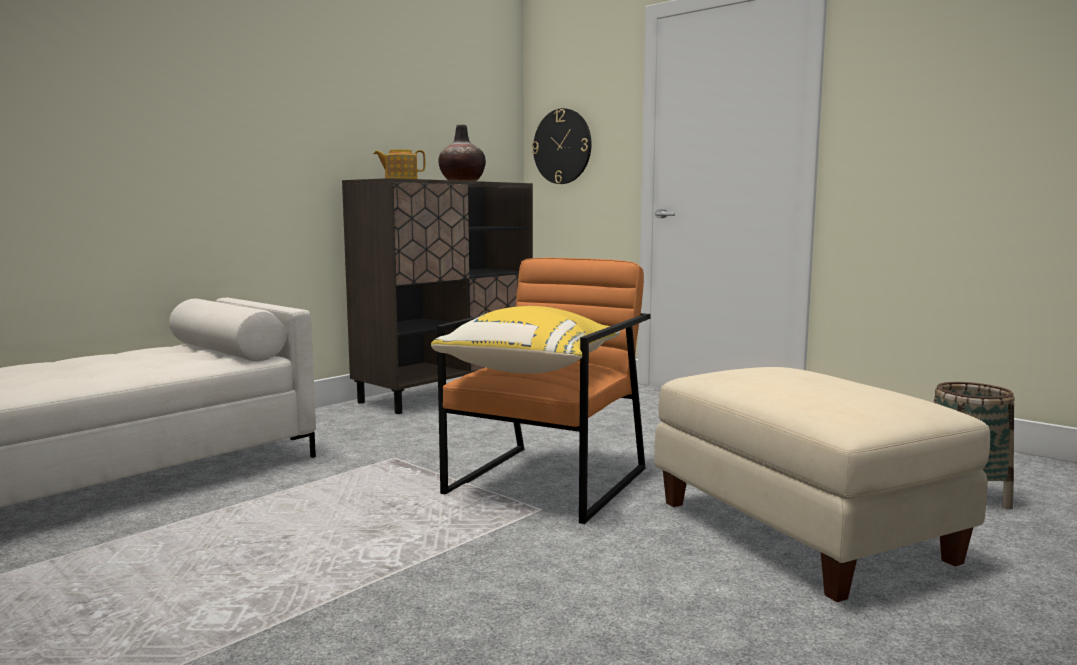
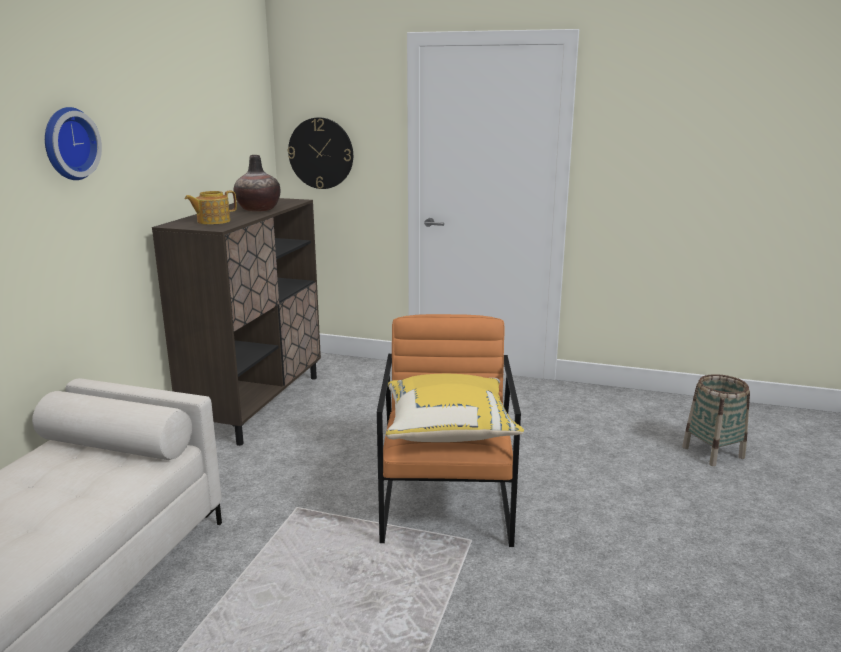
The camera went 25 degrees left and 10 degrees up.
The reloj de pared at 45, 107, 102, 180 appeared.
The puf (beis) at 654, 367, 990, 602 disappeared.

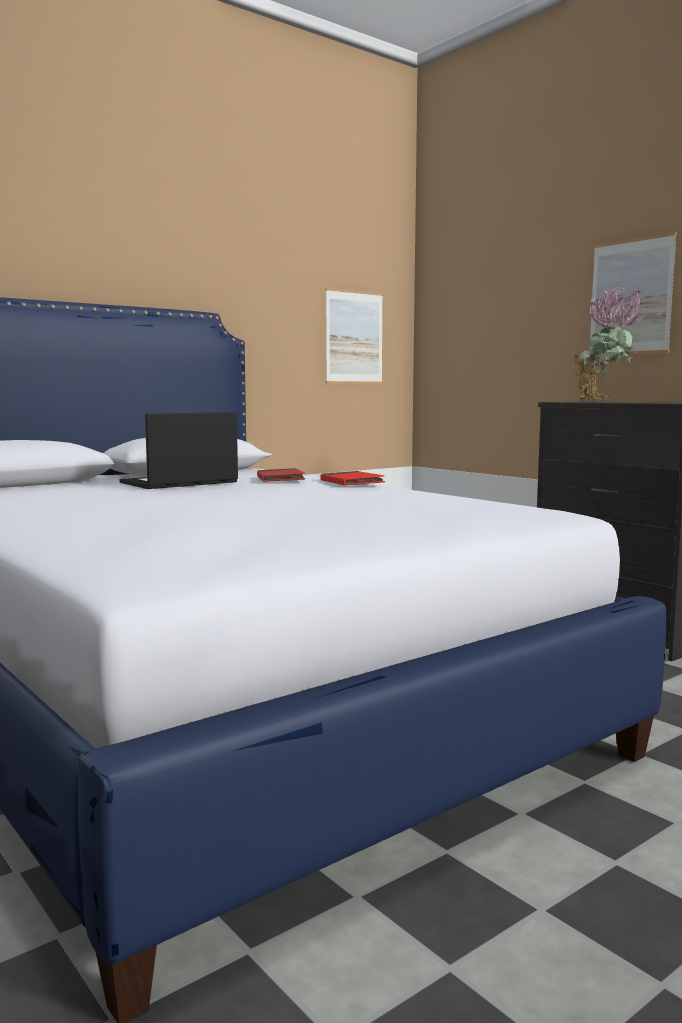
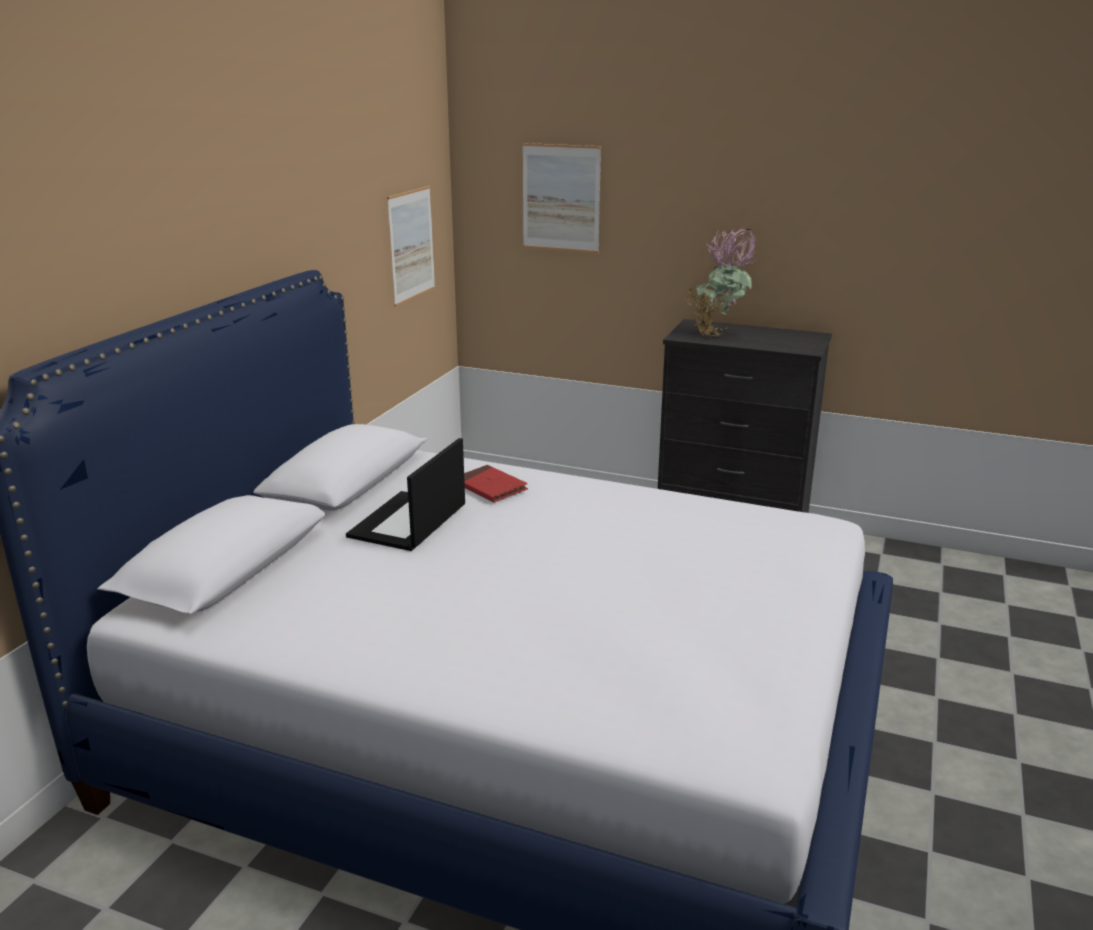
The camera went 30 degrees left and 15 degrees up.
The cuadro moved from 590, 232, 677, 354 to 522, 143, 601, 253.
The libro (rojo) at 321, 471, 385, 486 disappeared.

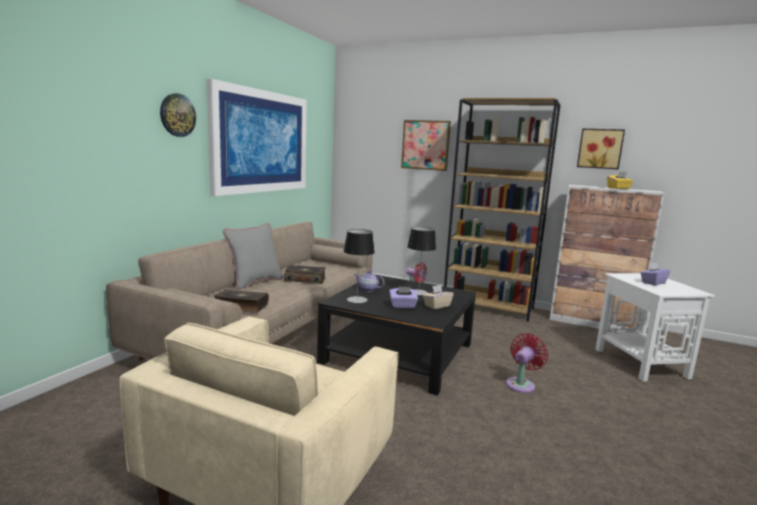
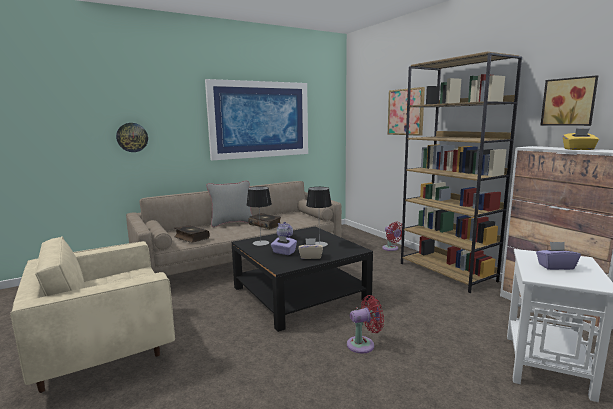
The camera went 35 degrees right and 0 degrees up.
The reloj de pared moved from 160, 93, 196, 137 to 116, 123, 148, 152.

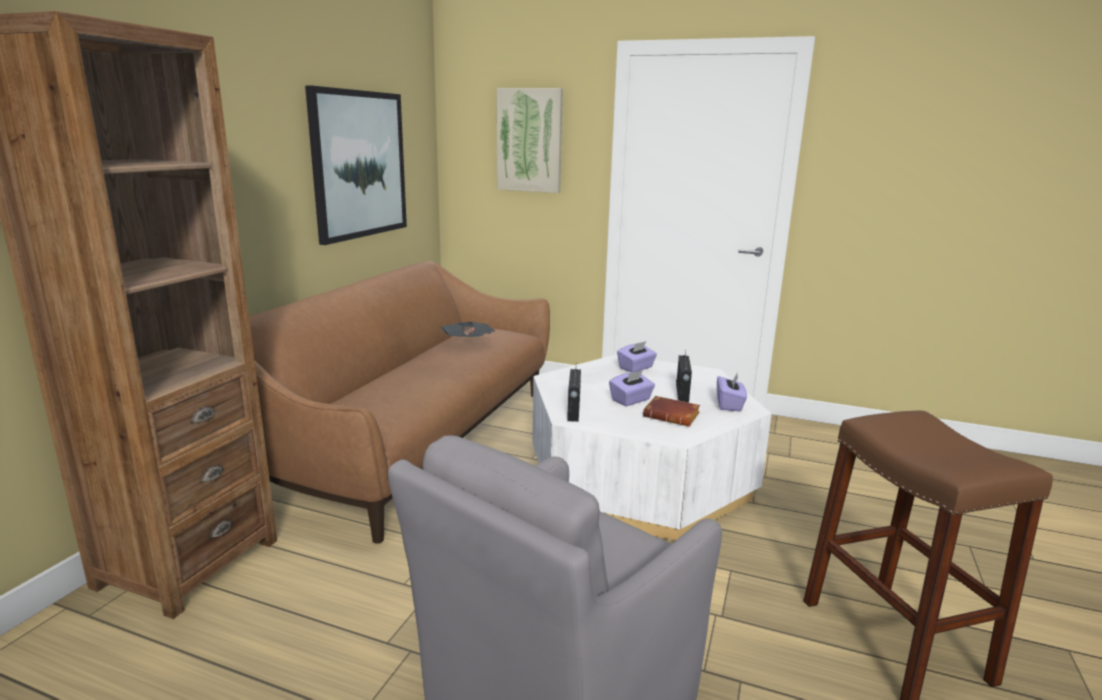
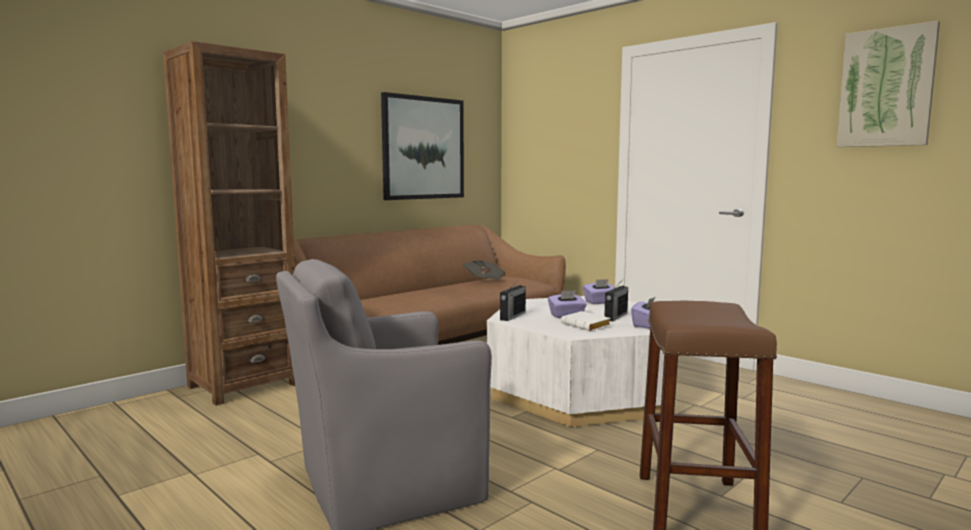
The camera went 25 degrees right and 10 degrees down.
The libro (marrón) at 643, 396, 700, 427 became the libro (blanco) at 561, 311, 611, 331.
The cuadro moved from 497, 88, 563, 193 to 836, 21, 940, 147.

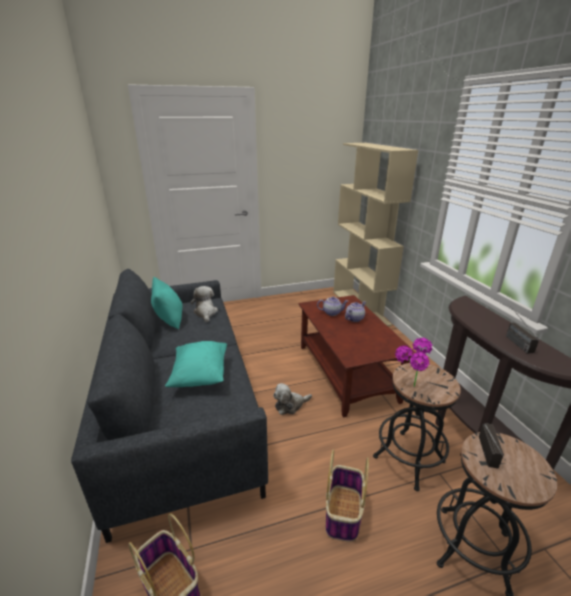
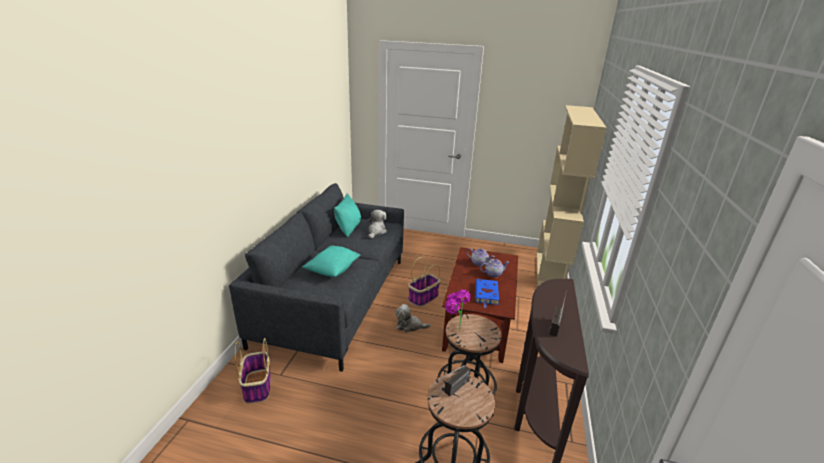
The camera went 30 degrees right and 0 degrees up.
The cesta moved from 326, 449, 369, 541 to 408, 257, 440, 307.
The libro (azul) at 476, 279, 499, 308 appeared.

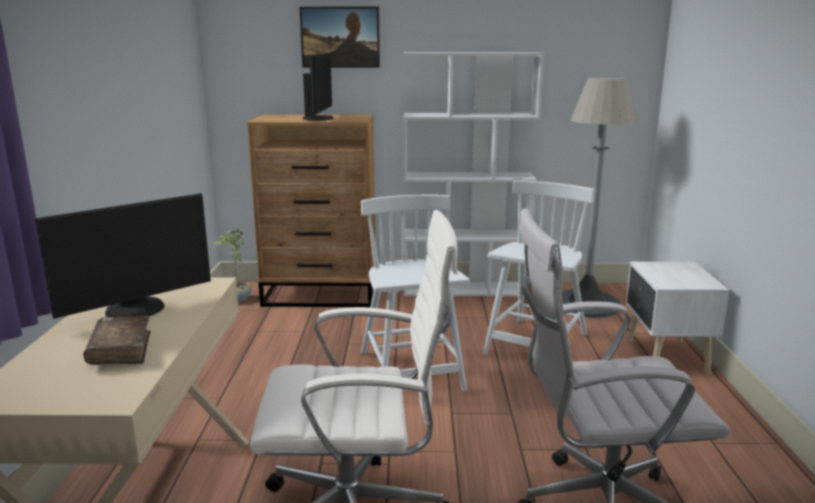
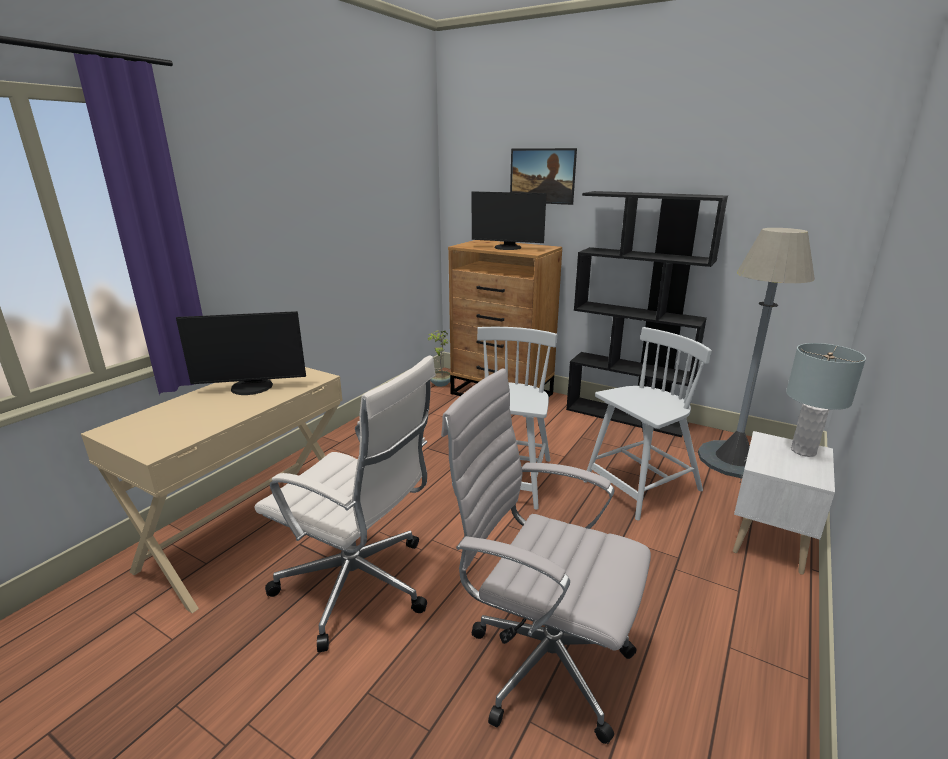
The camera went 30 degrees right and 5 degrees up.
The monitor at 303, 53, 334, 121 turned 75 degrees clockwise.
The estantería (blanco) at 403, 52, 544, 296 became the estantería (negro) at 566, 191, 728, 437.
The lámpara de mesa (gris) at 786, 343, 866, 457 appeared.
The libro (marrón) at 83, 316, 150, 365 disappeared.

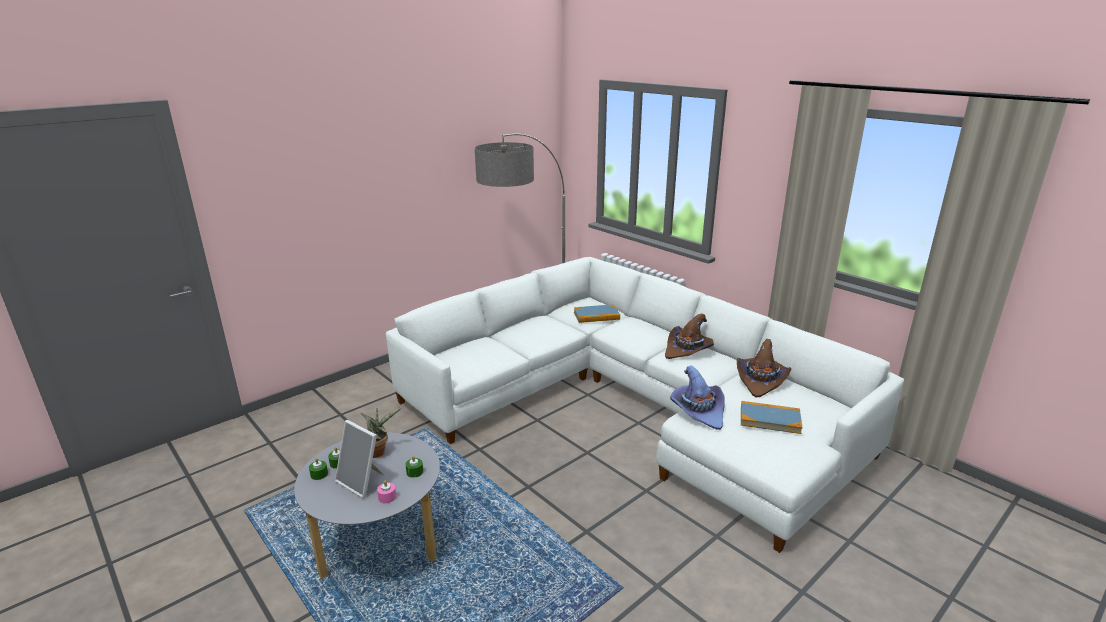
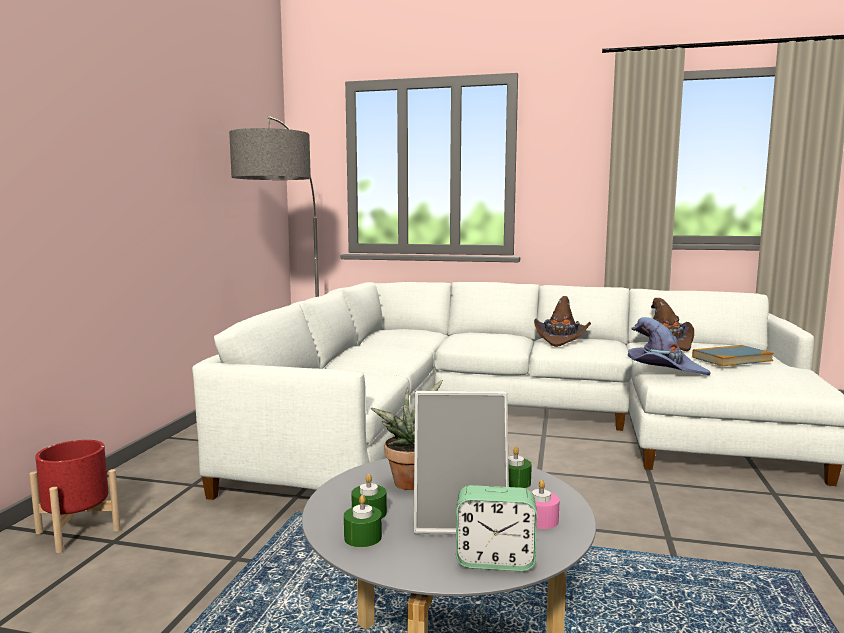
The camera went 35 degrees left and 15 degrees down.
The maceta (rojo) at 29, 440, 121, 553 appeared.
The despertador at 456, 485, 537, 571 appeared.
The libro at 574, 305, 620, 323 disappeared.

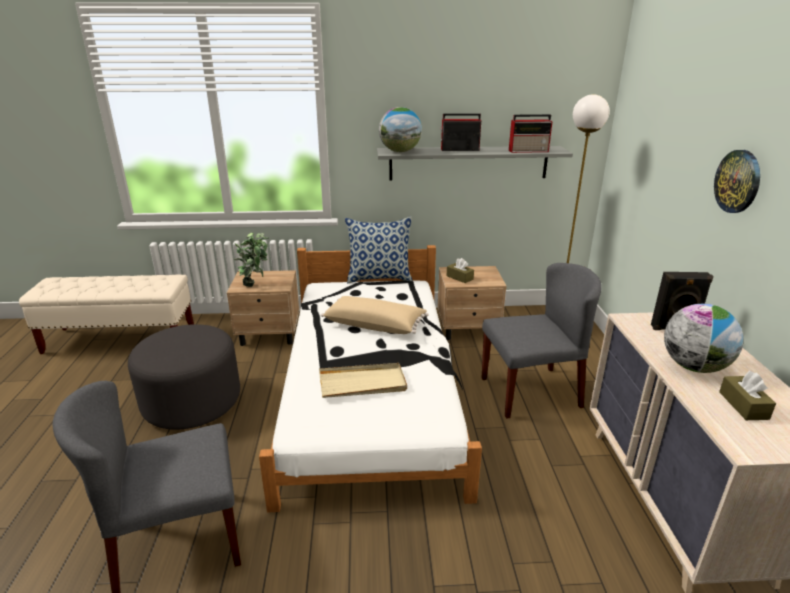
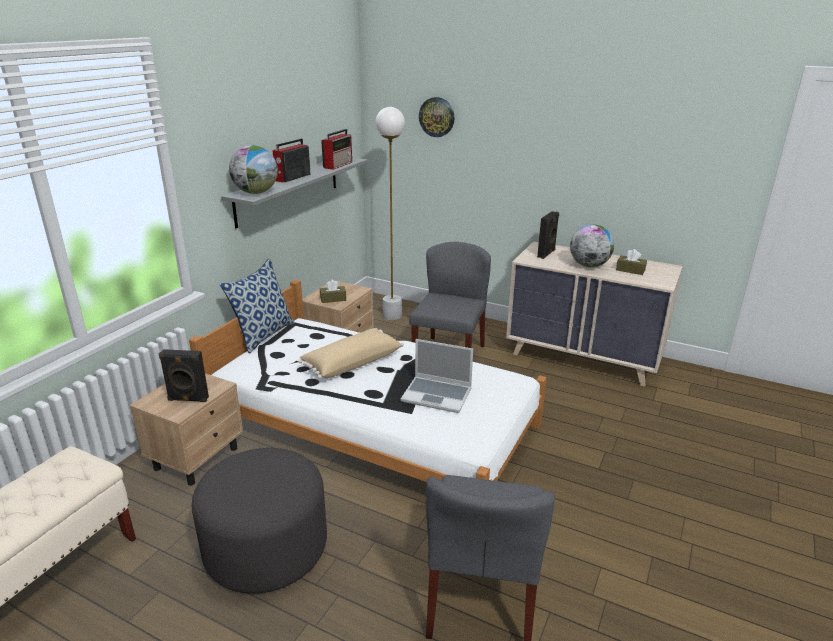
The camera went 60 degrees left and 0 degrees up.
The planta en maceta at 234, 232, 269, 287 was replaced by the altavoz (negro) at 159, 349, 209, 402.
The bandeja (beis) at 319, 363, 407, 398 was replaced by the portátil at 401, 339, 473, 413.
The reloj de pared moved from 714, 150, 760, 213 to 419, 97, 455, 137.

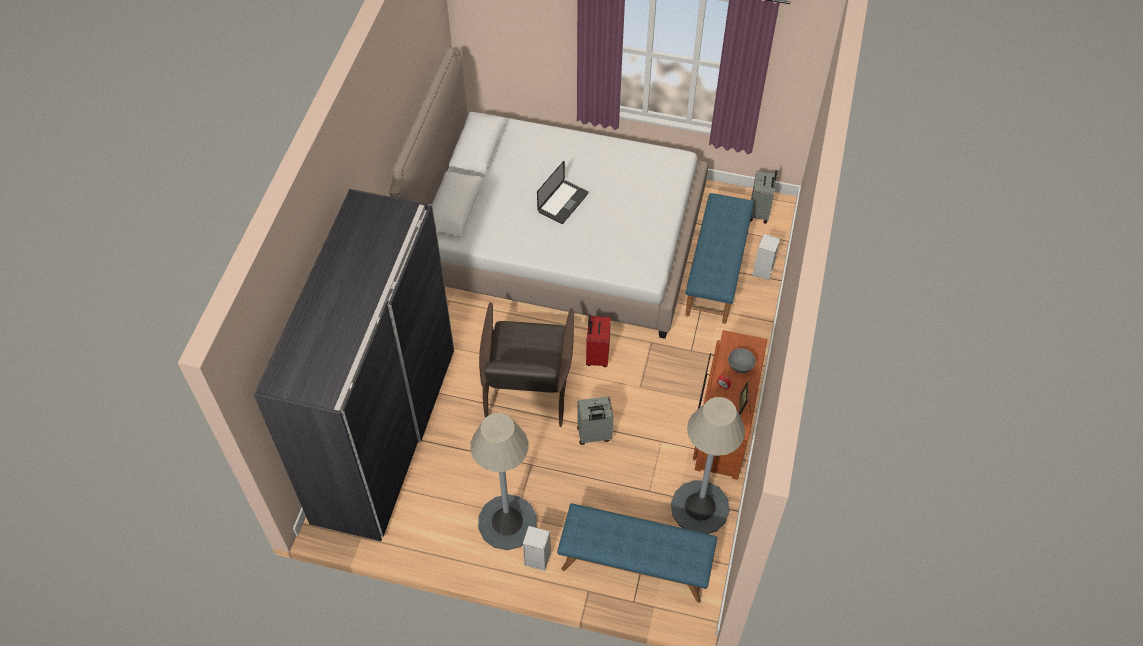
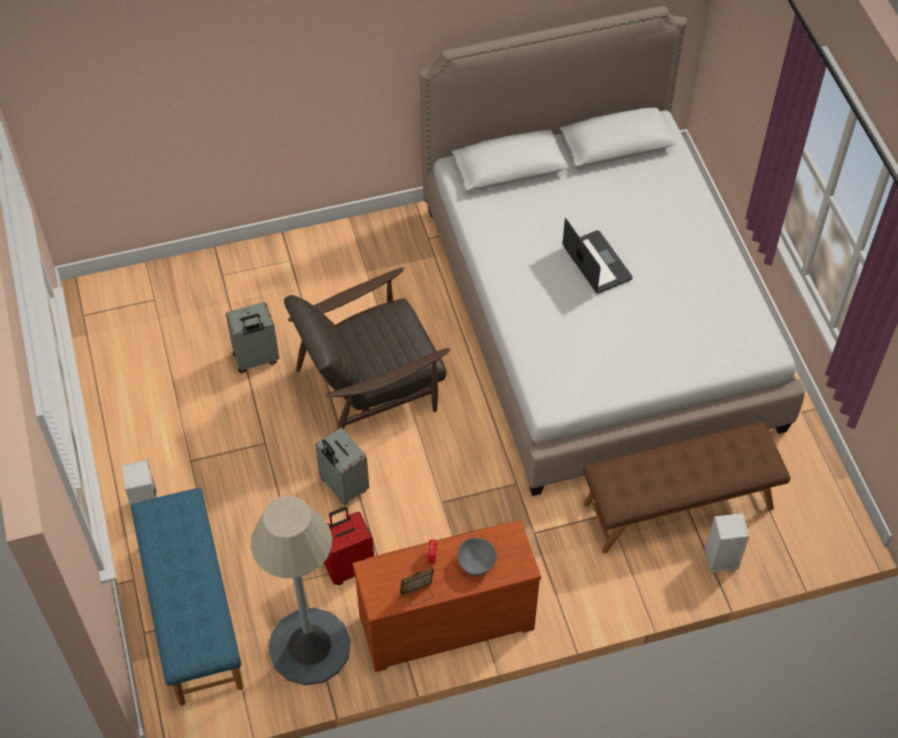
The camera went 60 degrees right and 0 degrees up.
The maleta (gris) moved from 750, 170, 777, 224 to 226, 302, 279, 373.
The maleta (rojo) moved from 586, 315, 611, 367 to 324, 507, 374, 585.
The portátil at 537, 161, 588, 224 turned 120 degrees counterclockwise.
The banco (azul) at 686, 193, 754, 324 became the banco (marrón) at 583, 421, 791, 553.
The armario ropero (gris) at 254, 189, 454, 541 disappeared.
The lámpara de pie (gris) at 470, 413, 536, 550 disappeared.

